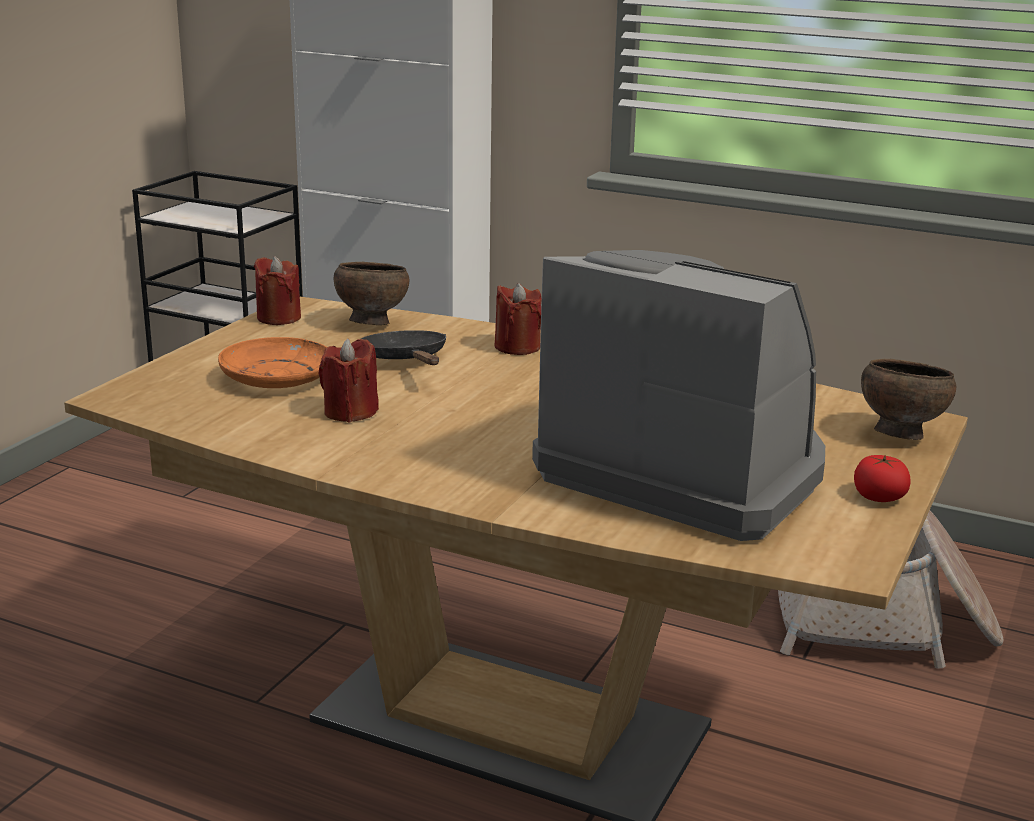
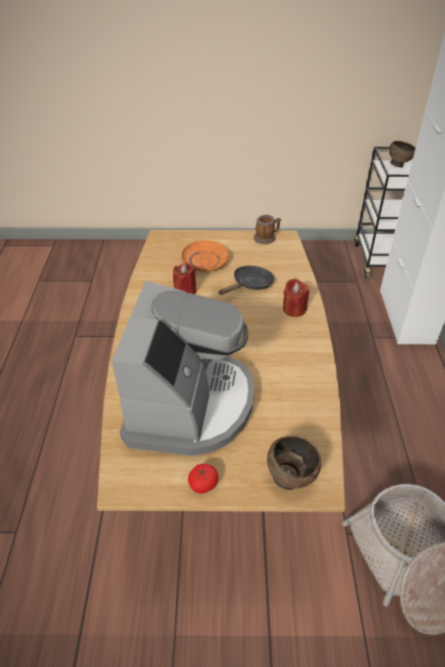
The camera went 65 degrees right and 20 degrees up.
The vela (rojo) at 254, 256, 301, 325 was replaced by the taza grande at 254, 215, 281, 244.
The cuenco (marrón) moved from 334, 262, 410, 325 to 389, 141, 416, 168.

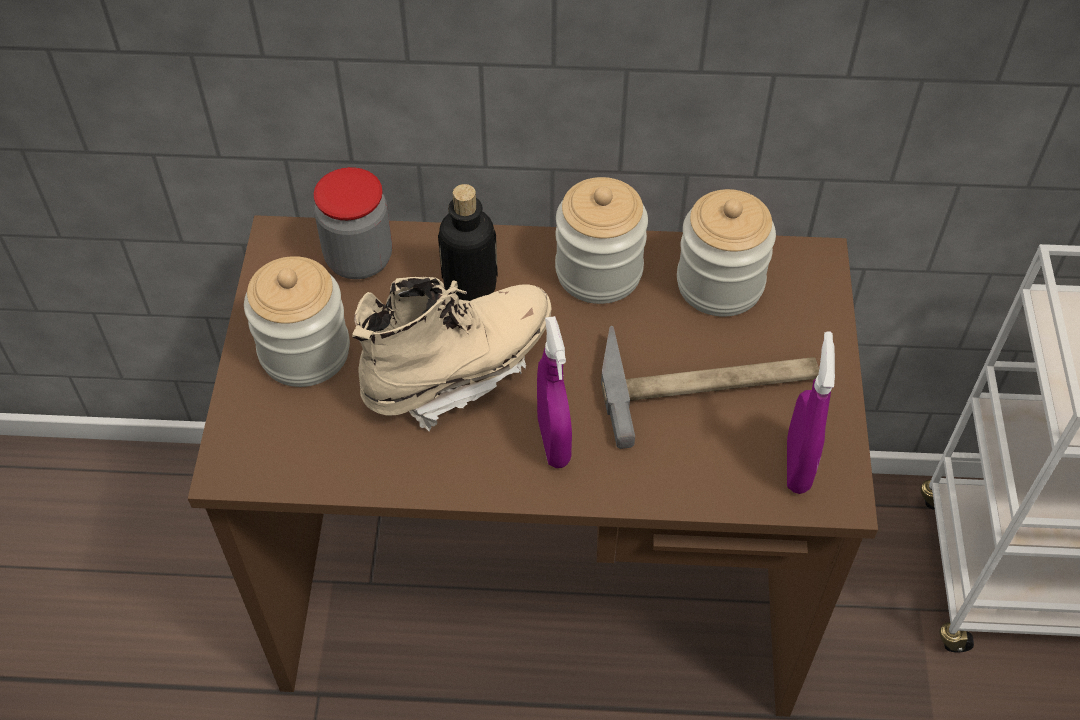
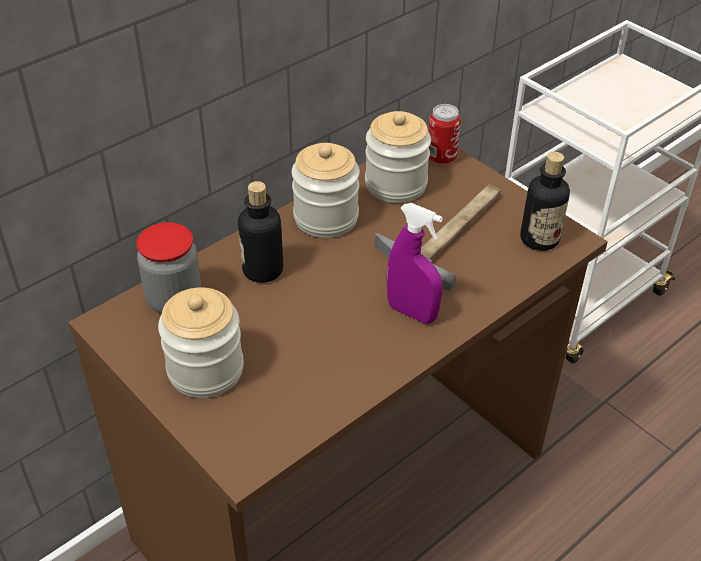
The camera went 45 degrees left and 10 degrees down.
The lata at 428, 104, 461, 165 appeared.
The pulverizador (morado) at 787, 331, 835, 494 was replaced by the botella at 520, 151, 570, 251.
The bota (beis) at 352, 277, 552, 431 disappeared.

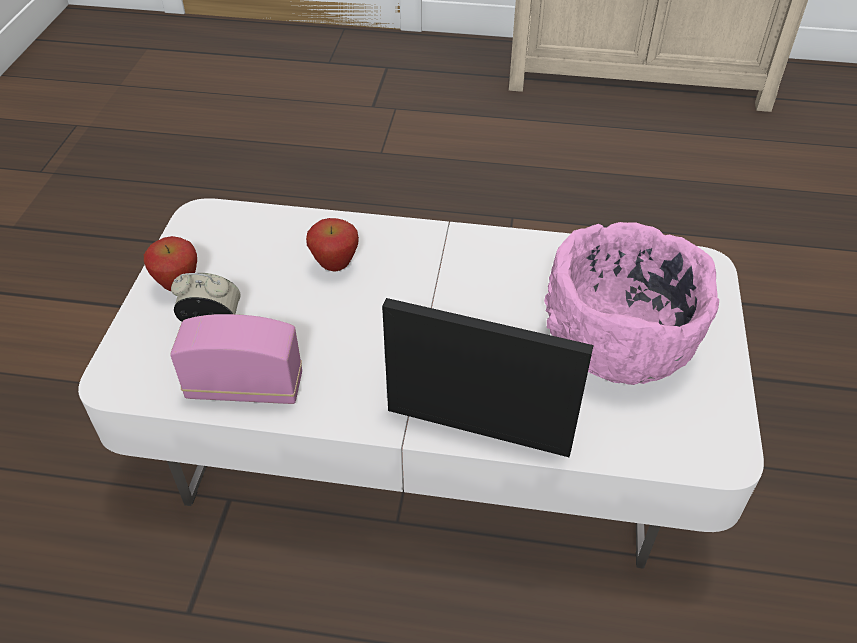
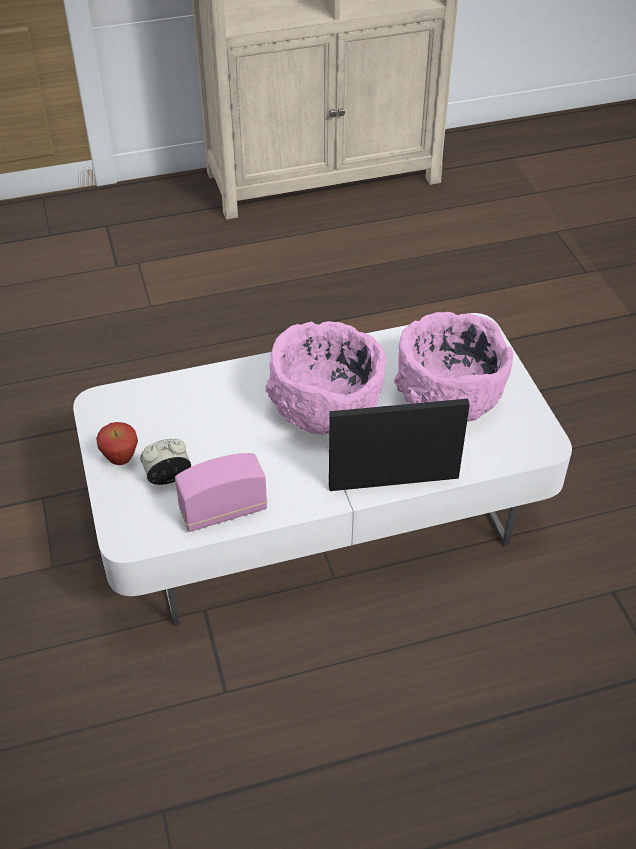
The camera went 25 degrees left and 0 degrees up.
The cuenco (rosa) at 265, 321, 386, 435 appeared.
The manzana at 306, 218, 359, 272 disappeared.

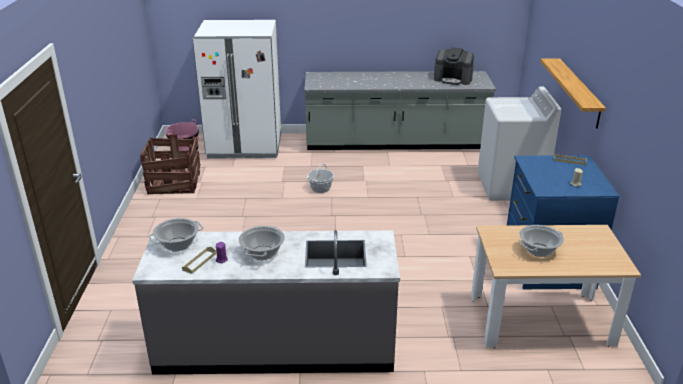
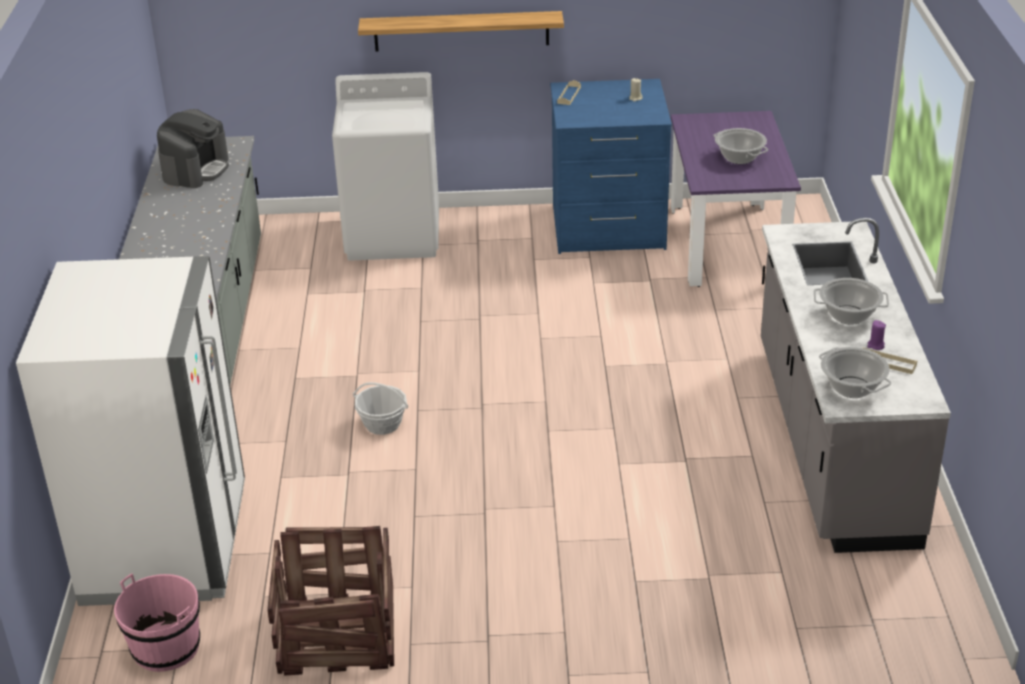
The camera went 90 degrees left and 5 degrees up.
The mesa de comedor (beis) at 471, 225, 641, 348 became the mesa de comedor (morado) at 671, 111, 801, 287.

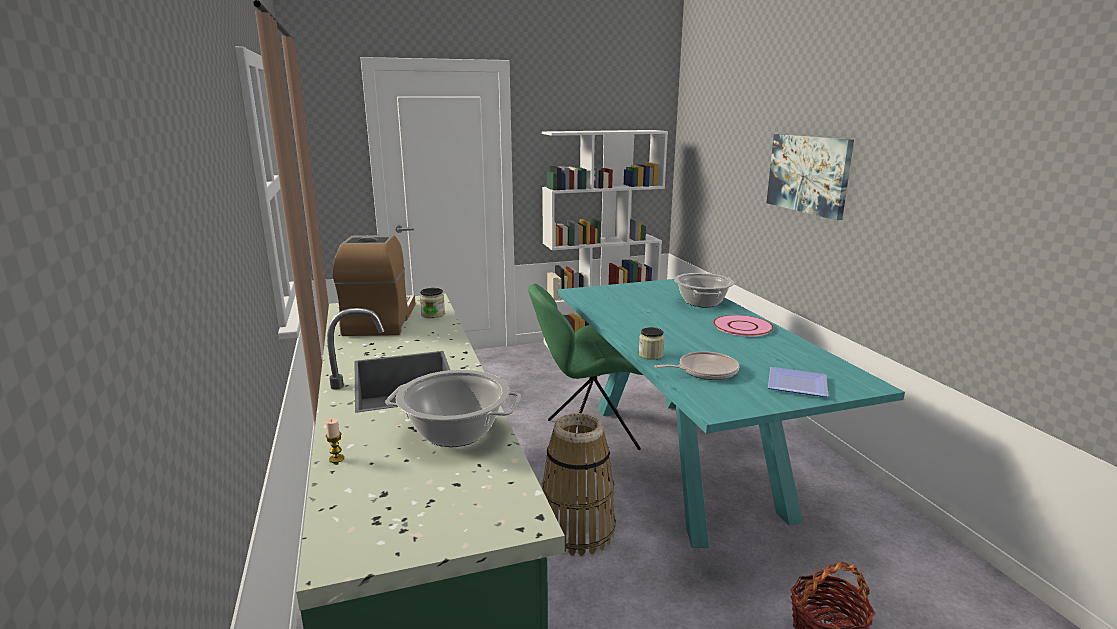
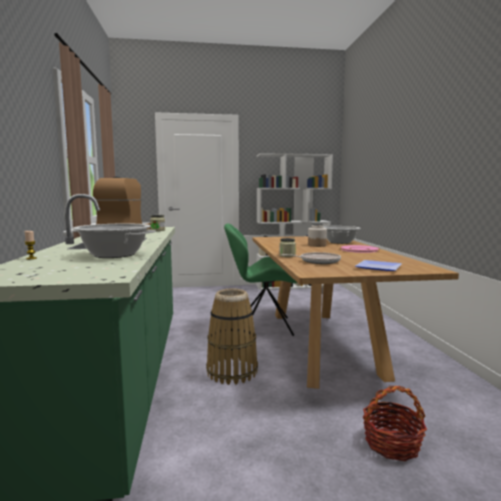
The camera went 10 degrees right and 10 degrees down.
The mesa de comedor (turquesa) at 558, 279, 905, 548 became the mesa de comedor (marrón) at 252, 236, 459, 389.
The tarro at 308, 225, 327, 247 appeared.
The cuadro at 766, 134, 854, 220 disappeared.

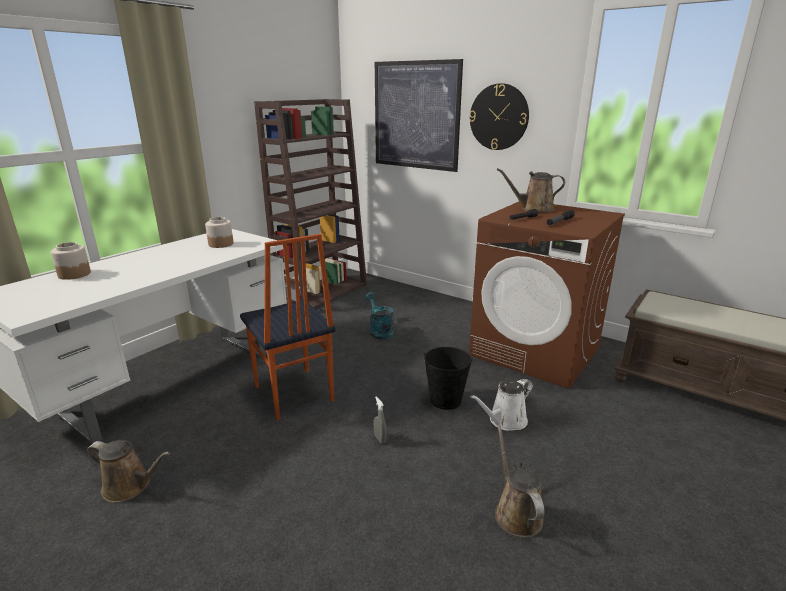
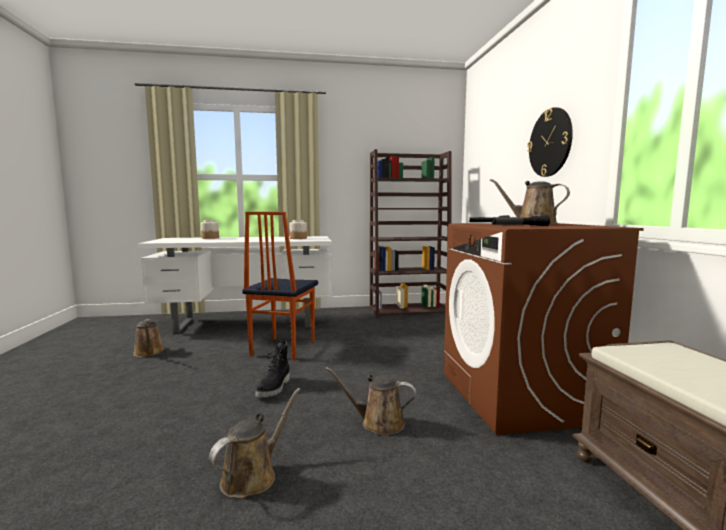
The camera went 45 degrees right and 15 degrees down.
The pulverizador (gris) at 374, 396, 387, 444 was replaced by the bota (negro) at 255, 341, 290, 398.
The regadera (blanco) at 470, 379, 533, 431 became the regadera (marrón) at 325, 367, 416, 435.
The regadera (turquesa) at 366, 292, 394, 339 disappeared.
The cuadro at 375, 59, 463, 172 disappeared.
The cubo (negro) at 424, 347, 472, 410 disappeared.

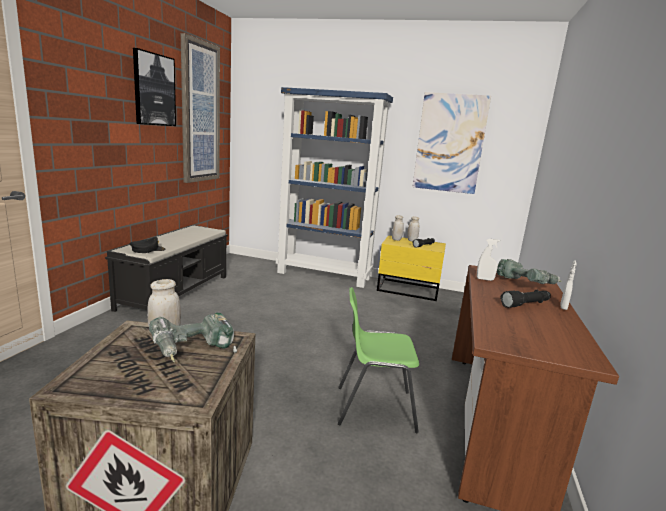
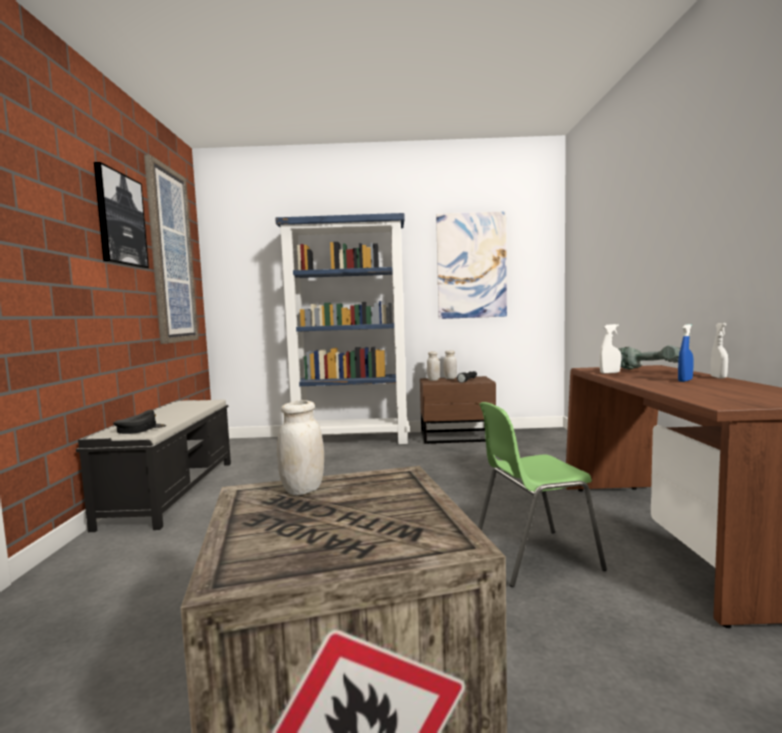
The camera went 15 degrees left and 10 degrees down.
The mesita de noche (amarillo) at 377, 235, 446, 301 became the mesita de noche (marrón) at 420, 376, 496, 444.
The linterna (negro) at 500, 290, 551, 308 was replaced by the pulverizador (azul) at 678, 324, 694, 382.
The taladro at 149, 313, 237, 362 disappeared.

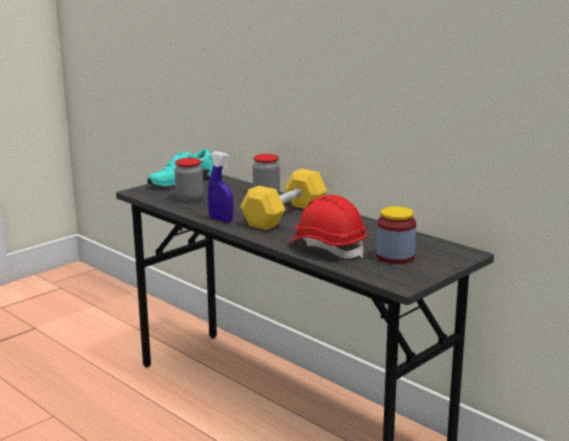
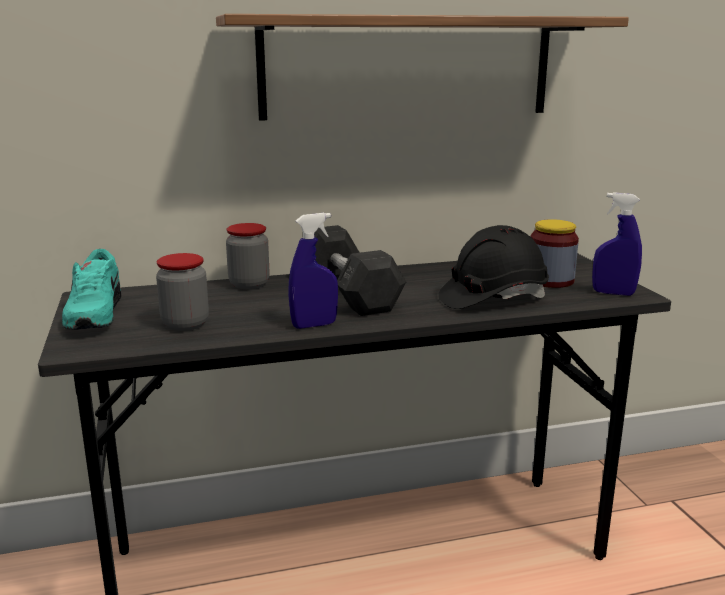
The camera went 60 degrees left and 0 degrees up.
The estante at 216, 14, 629, 121 appeared.
The mancuerna (amarillo) at 240, 169, 327, 230 became the mancuerna (gris) at 314, 225, 406, 316.
The casco (rojo) at 289, 195, 367, 258 became the casco (negro) at 438, 225, 549, 309.
The pulverizador (azul) at 592, 192, 642, 296 appeared.

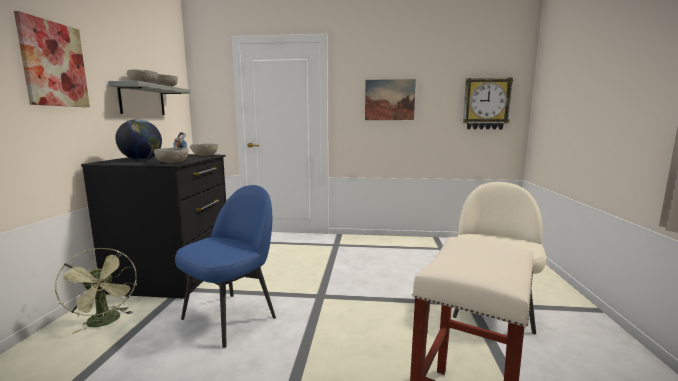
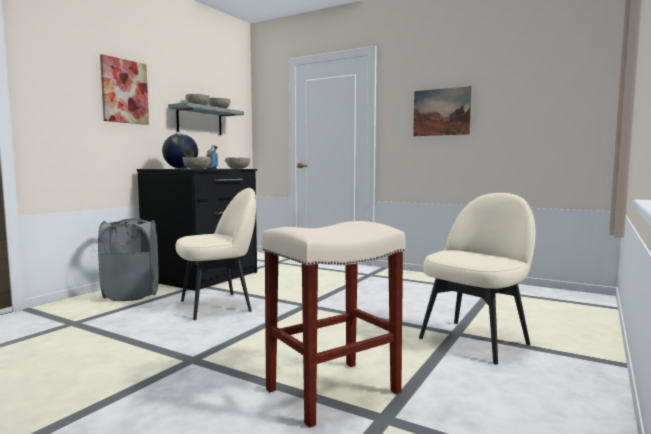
The camera went 25 degrees right and 5 degrees down.
The ventilador (verde) at 55, 248, 137, 334 was replaced by the cesto de la ropa (gris) at 98, 218, 159, 301.
The silla (azul) at 175, 185, 276, 348 became the silla (beis) at 175, 188, 256, 320.
The reloj de pared at 463, 77, 513, 129 disappeared.

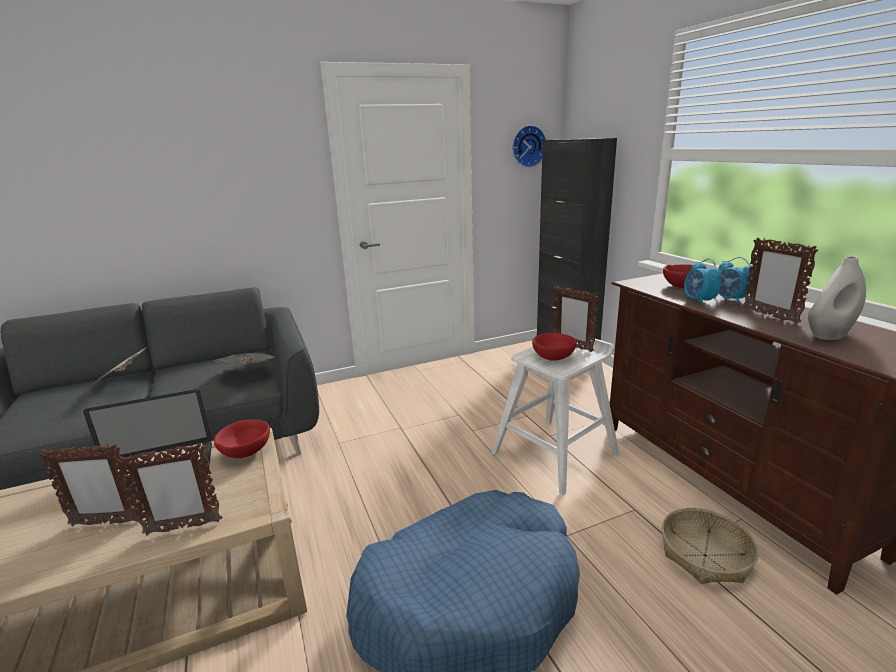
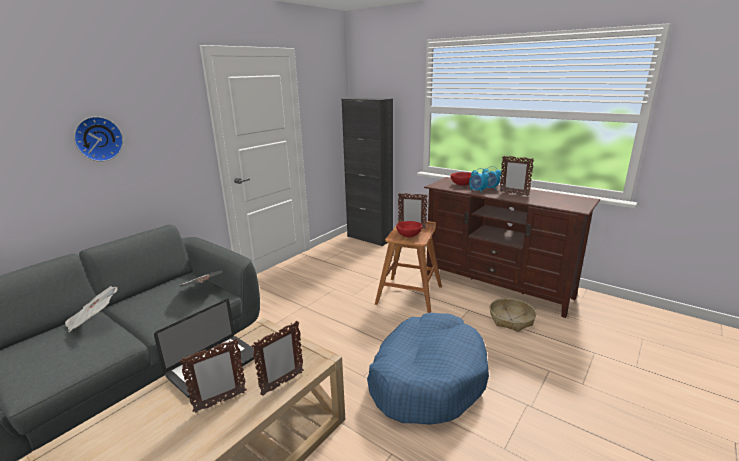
The camera went 30 degrees left and 0 degrees up.
The reloj de pared moved from 512, 125, 546, 168 to 74, 116, 123, 162.
The taburete (blanco) at 492, 337, 620, 495 became the taburete (marrón) at 375, 219, 442, 313.
The cuenco (rojo) at 214, 419, 270, 458 disappeared.
The florero (blanco) at 808, 256, 866, 340 disappeared.

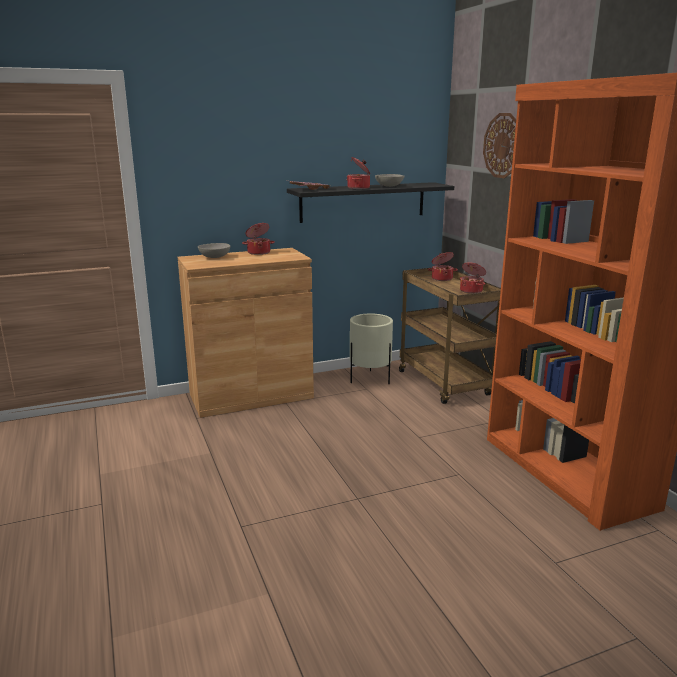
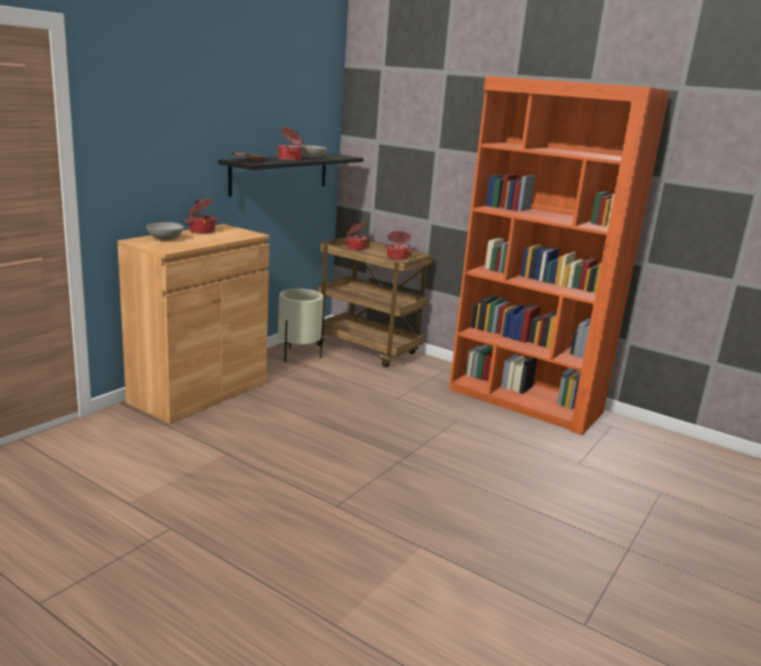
The camera went 35 degrees left and 0 degrees up.
The reloj de pared at 483, 113, 516, 178 disappeared.

